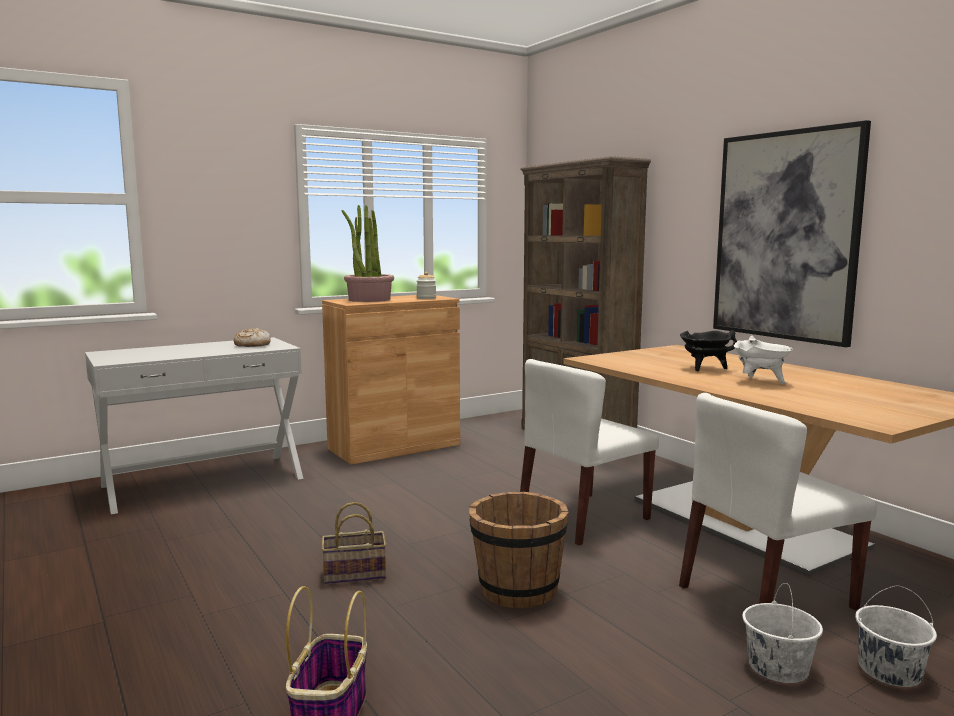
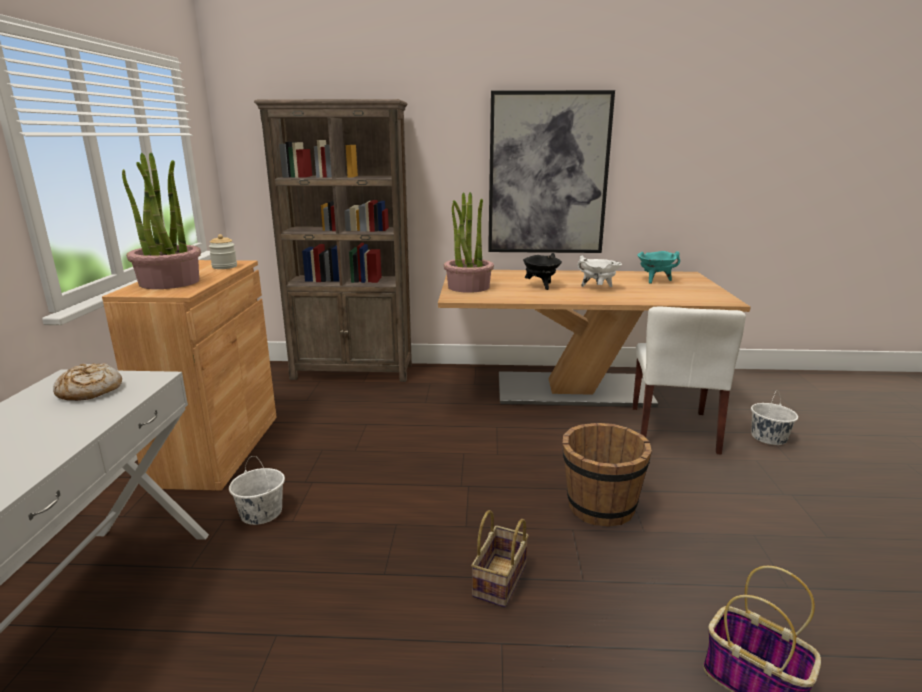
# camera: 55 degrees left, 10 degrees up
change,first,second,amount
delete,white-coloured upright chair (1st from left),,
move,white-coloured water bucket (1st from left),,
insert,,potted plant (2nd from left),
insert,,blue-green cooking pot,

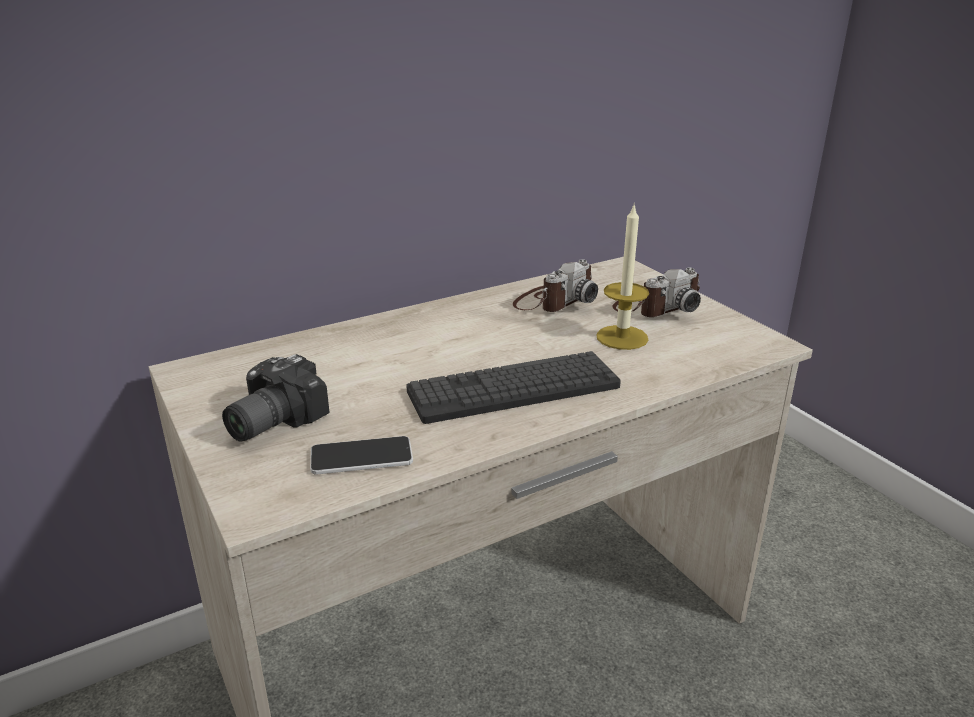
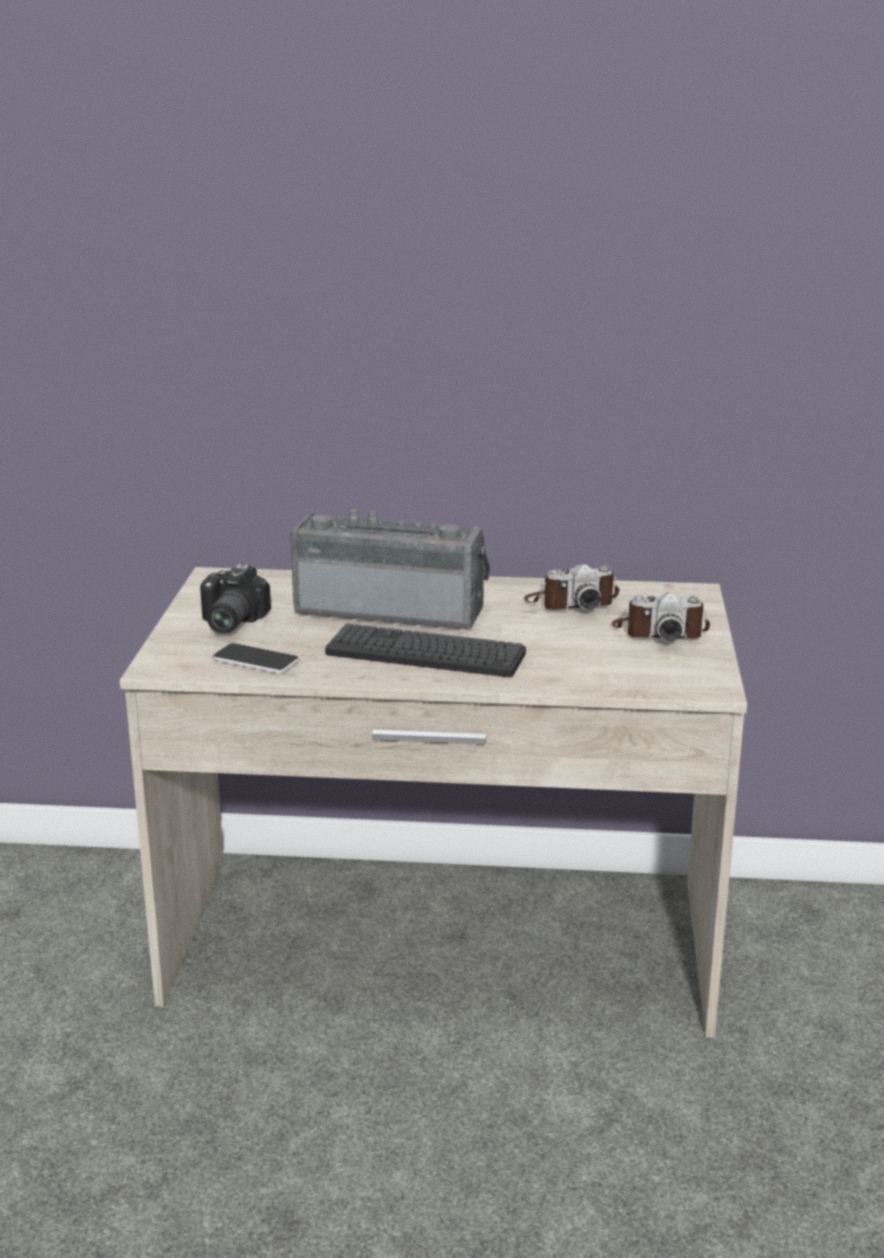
# camera: 35 degrees right, 5 degrees down
change,first,second,amount
delete,wax candle,,
rotate,photo camera (1st from left),,60 degrees counterclockwise
insert,,radio receiver,

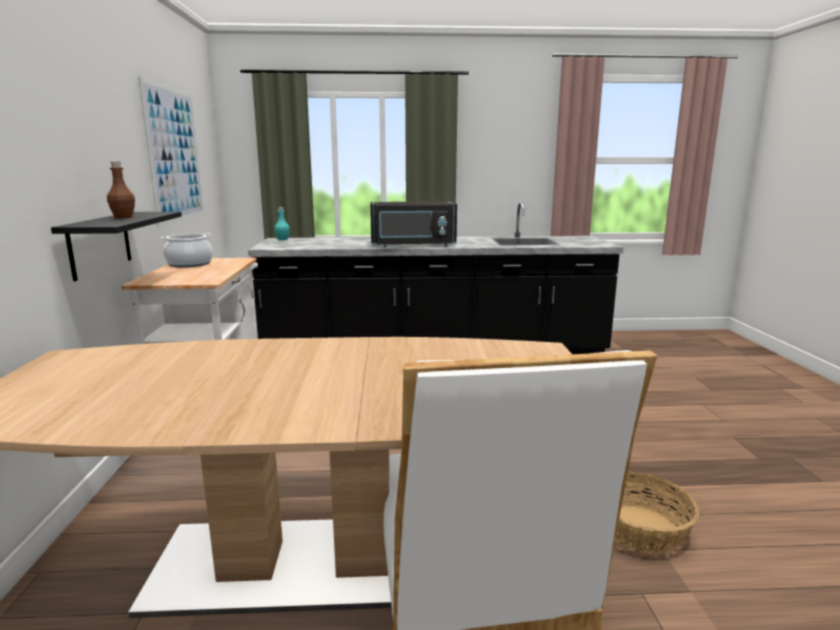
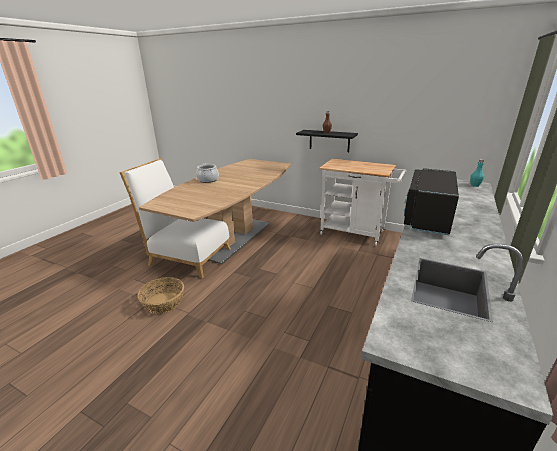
# camera: 120 degrees right, 10 degrees up
change,first,second,amount
delete,wall art,,
move,cooking pot,,

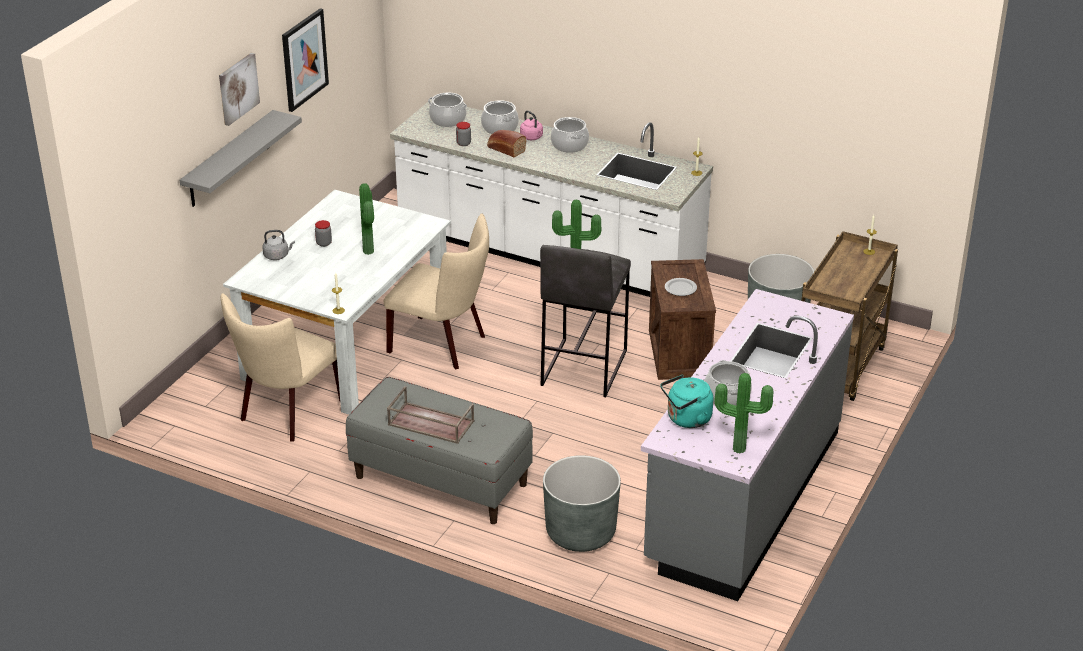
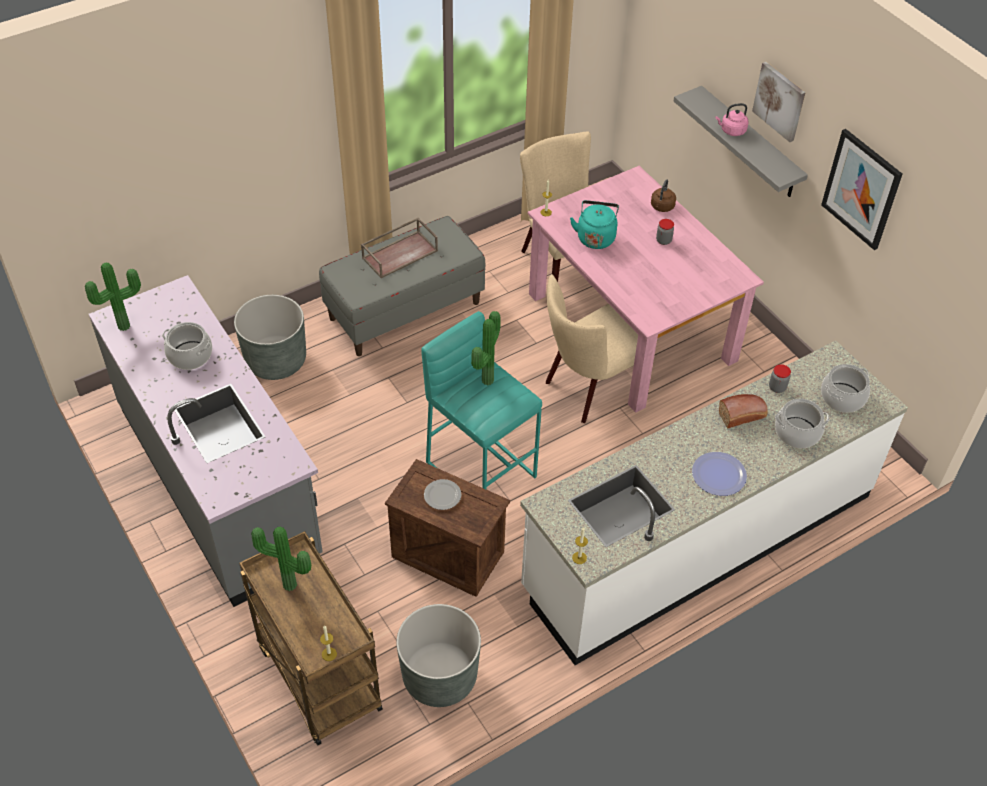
# camera: 120 degrees right, 15 degrees up
change,first,second,amount
move,pink kettle,,
replace,cooking pot (3rd from left),flat dish (2nd from left),
move,potted plant (1st from left in the first image),potted plant (2nd from left),
recolor,white-coloured dining table,pink dining table,
recolor,gray kettle,brown kettle,
recolor,gray stool seat,blue-green stool seat,
move,blue-green kettle,,

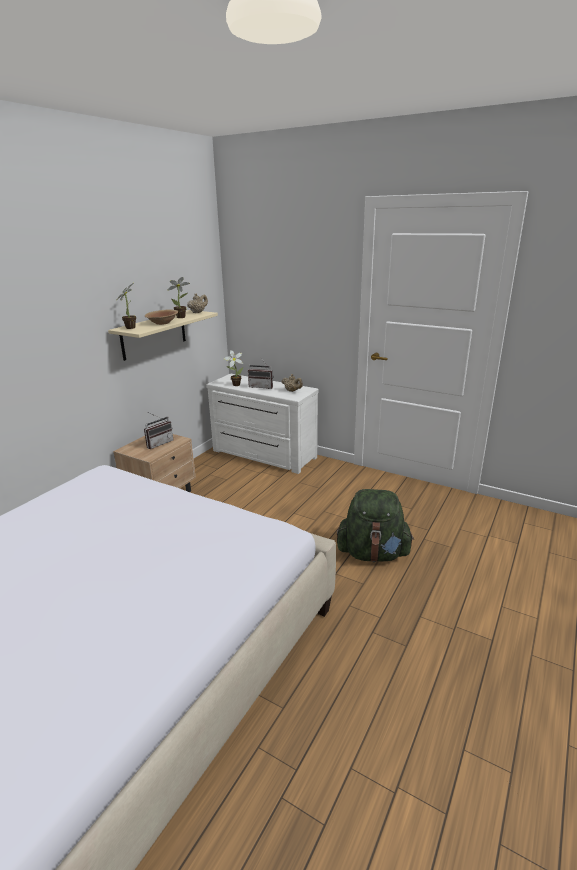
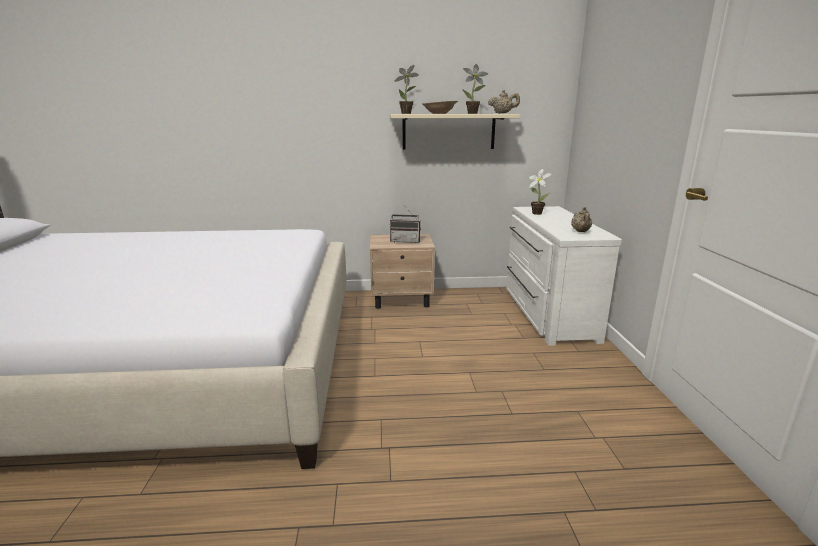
# camera: 55 degrees right, 5 degrees down
change,first,second,amount
delete,radio receiver (2nd from left),,
delete,greenish knapsack,,

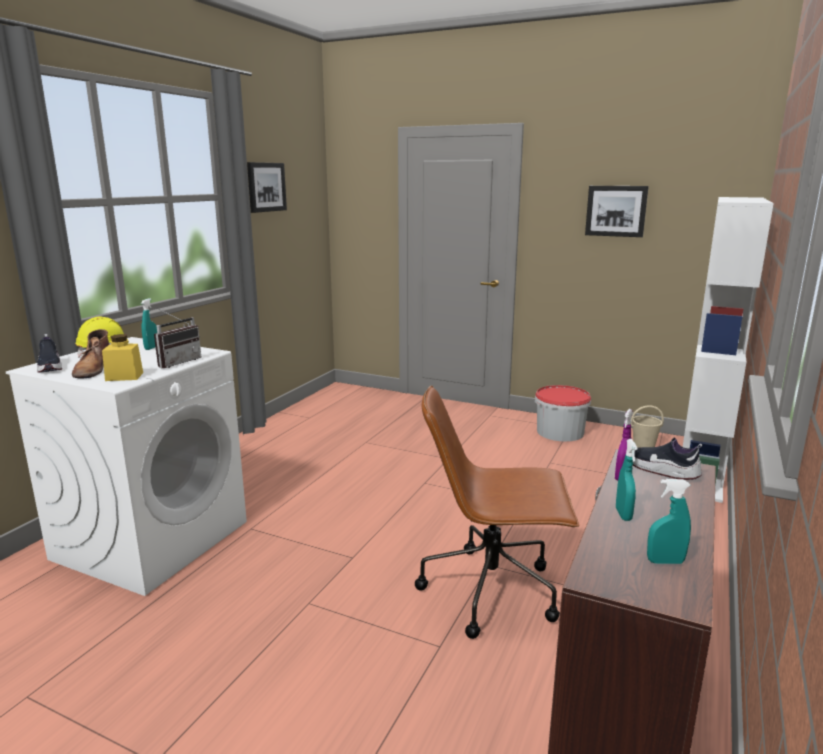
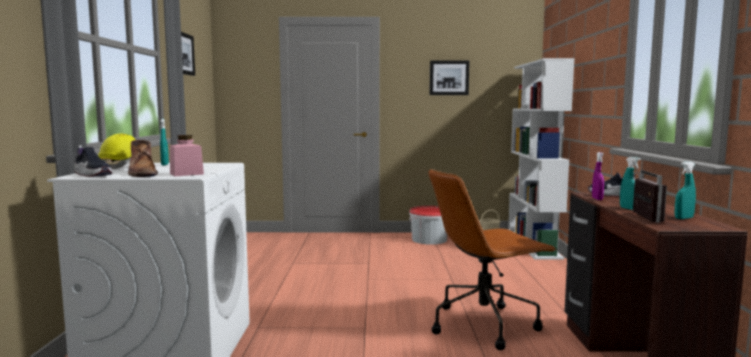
# camera: 25 degrees left, 10 degrees down
change,first,second,amount
move,radio receiver,,
recolor,yellow preserve jar,pink preserve jar,

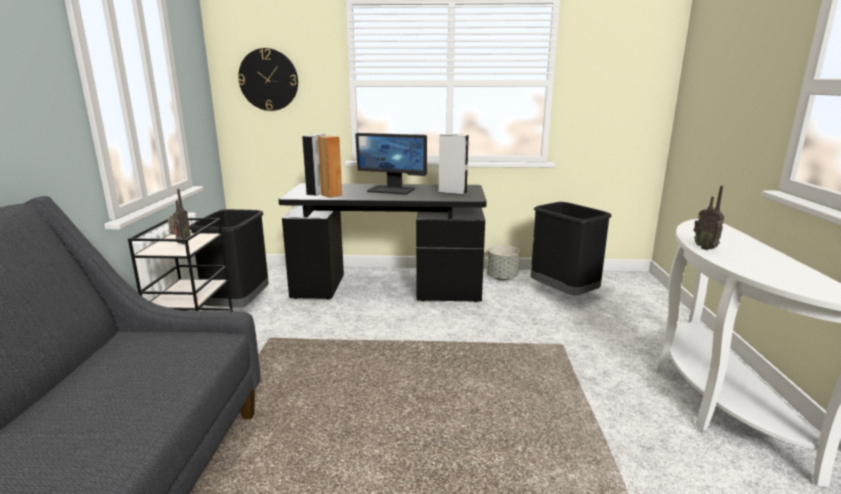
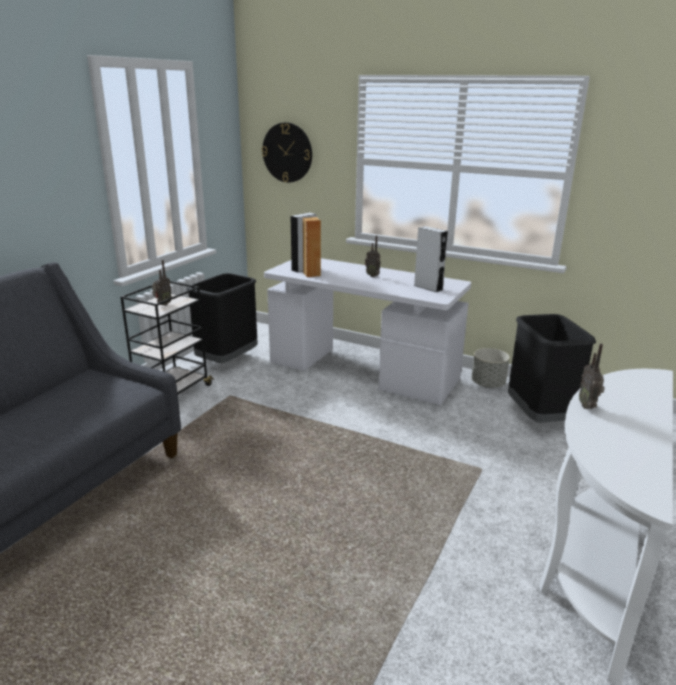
# camera: 25 degrees right, 5 degrees up
change,first,second,amount
replace,computer screen,radio receiver (2nd from left),
recolor,black-coloured desk unit,white-coloured desk unit,

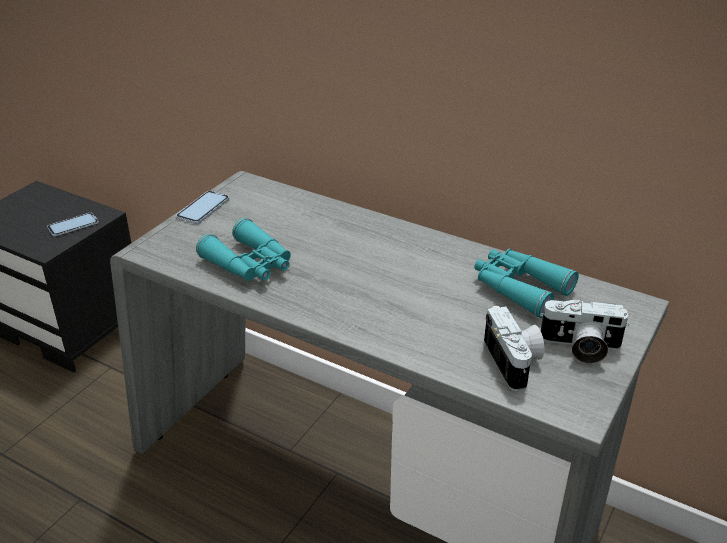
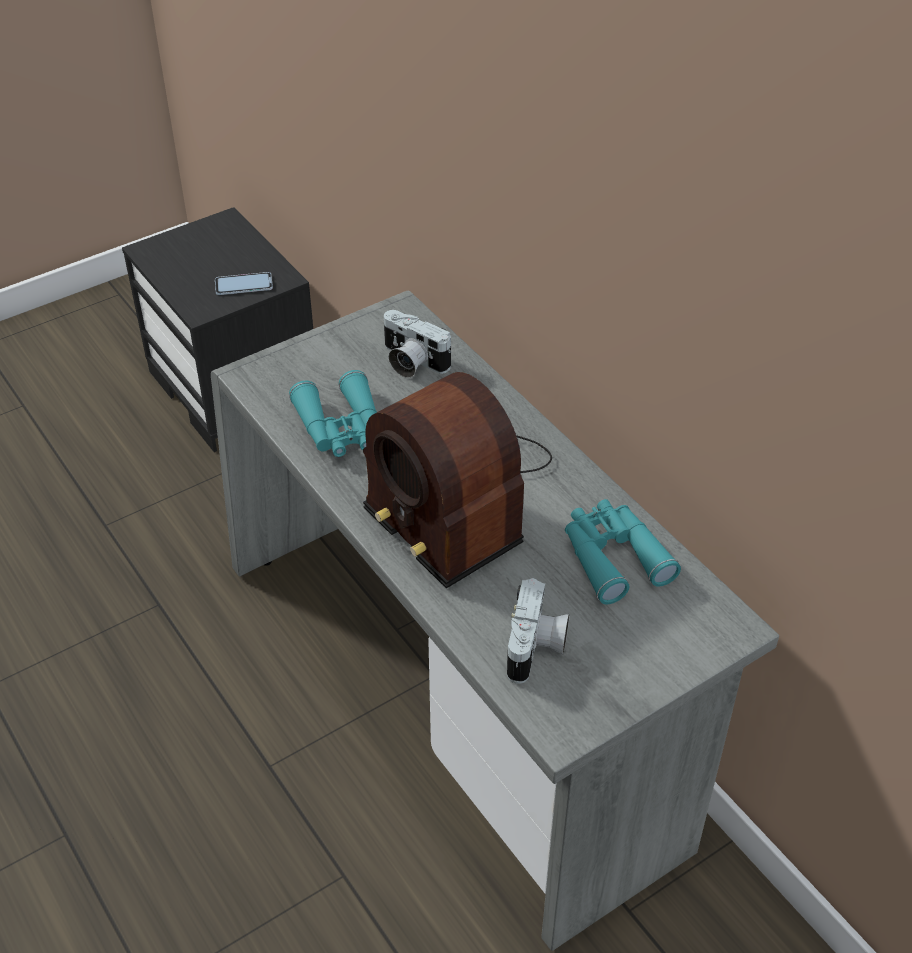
# camera: 25 degrees right, 10 degrees up
change,first,second,amount
delete,telephone (2nd from left),,
move,photo camera (2nd from left in the first image),photo camera (1st from left),
insert,,radio receiver,

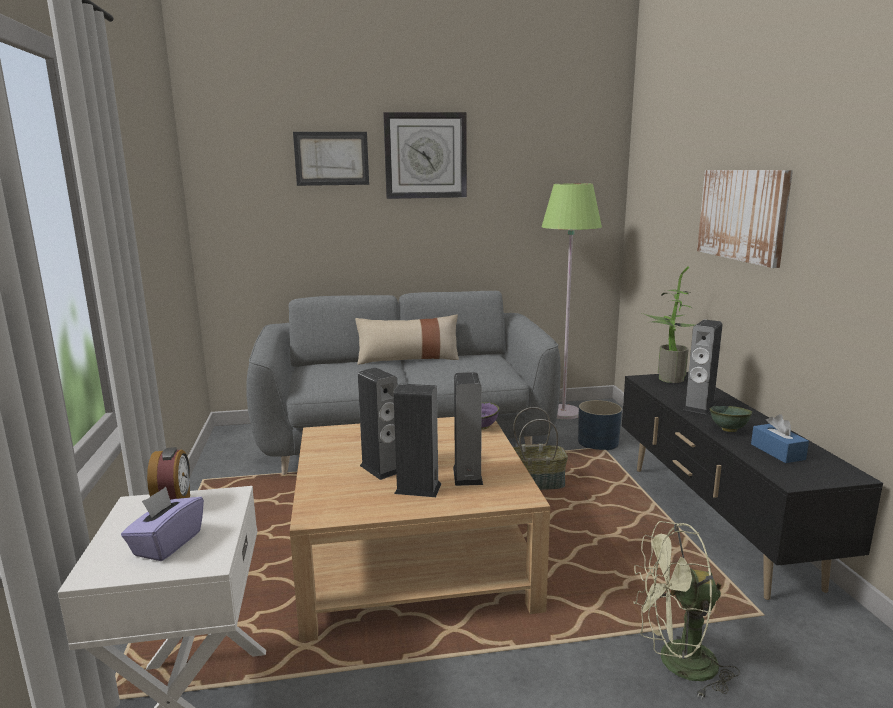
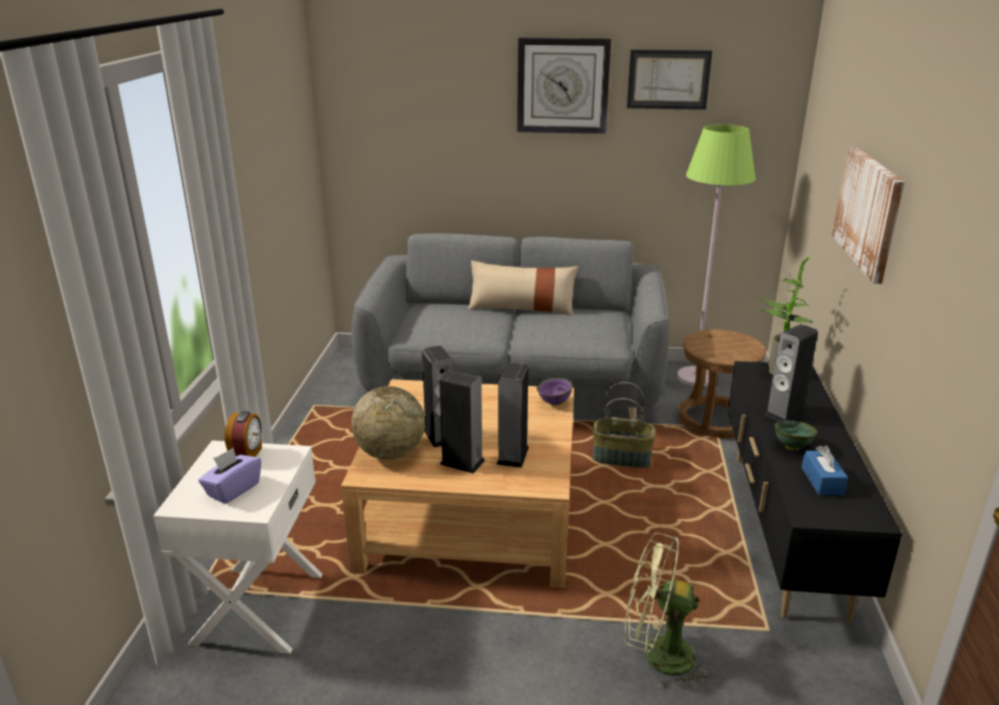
# camera: 15 degrees right, 10 degrees up
change,first,second,amount
move,wall art (1st from left),,
replace,blue flower pot,brown stool seat,
insert,,globe,

